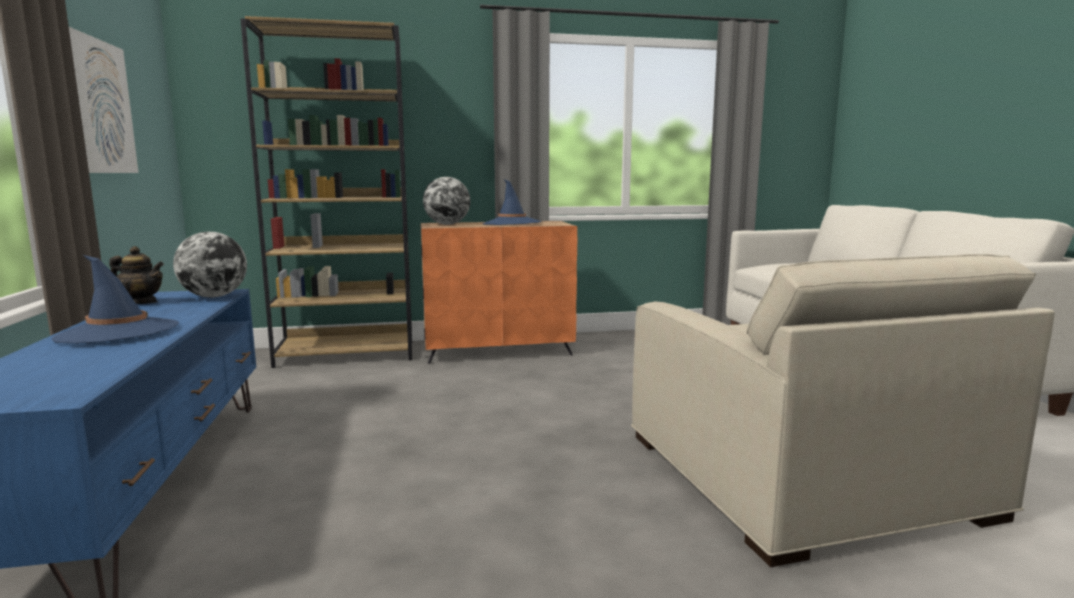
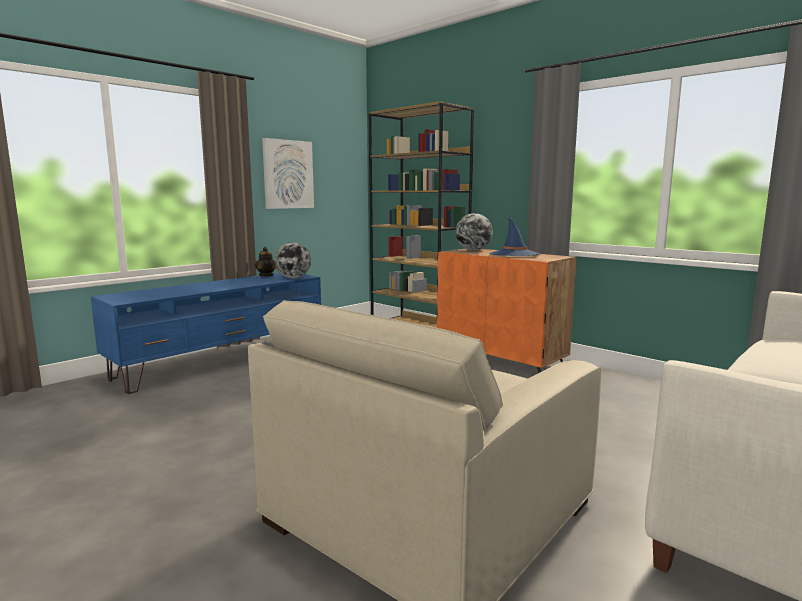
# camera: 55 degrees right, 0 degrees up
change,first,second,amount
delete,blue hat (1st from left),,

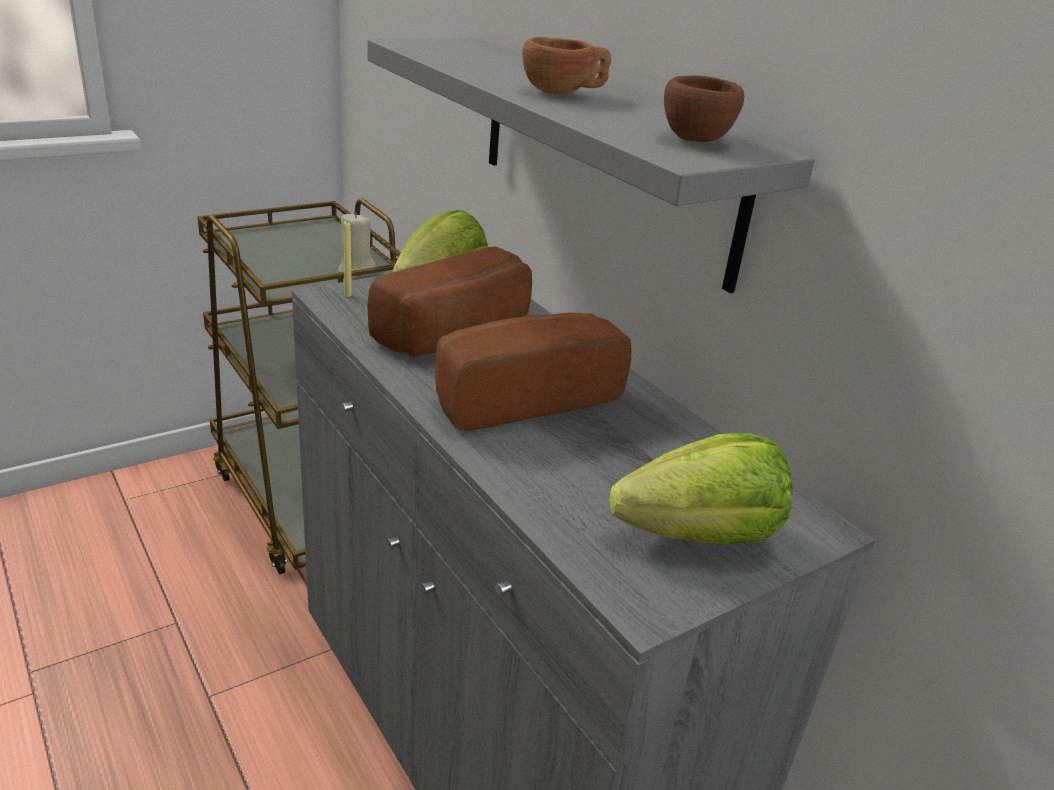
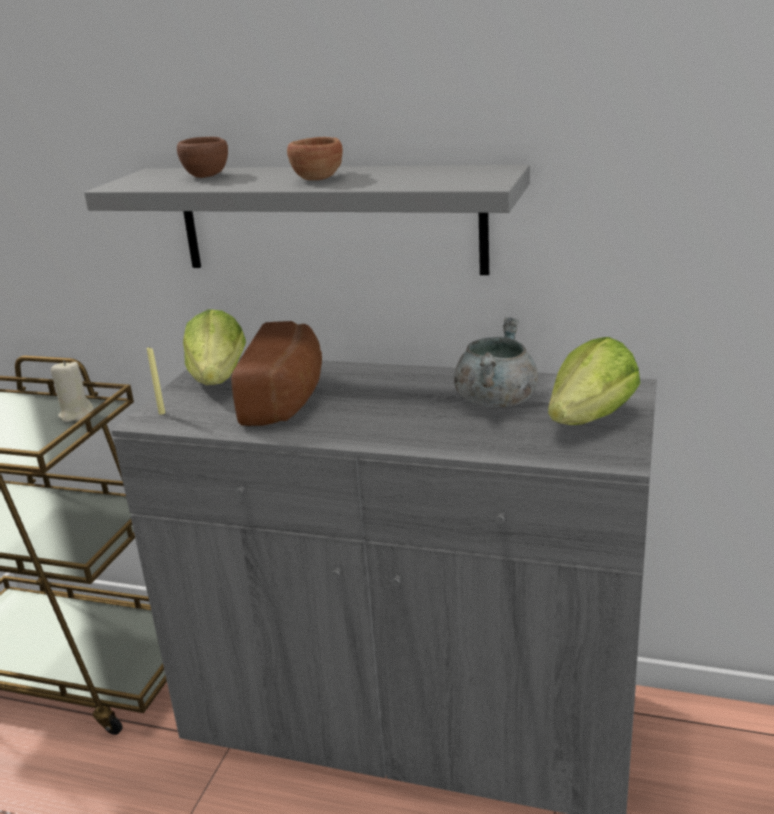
# camera: 35 degrees left, 5 degrees down
change,first,second,amount
move,brown small cup (2nd from left in the first image),brown small cup (1st from left),
delete,bread (2nd from left),,
insert,,gray cooking pot,

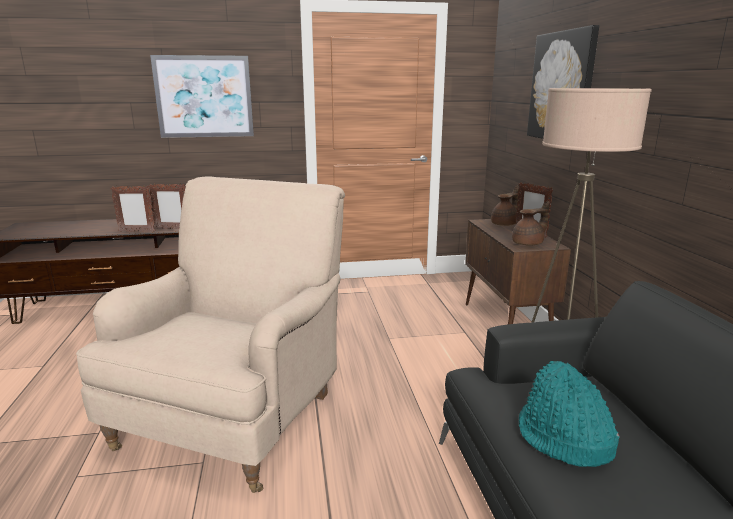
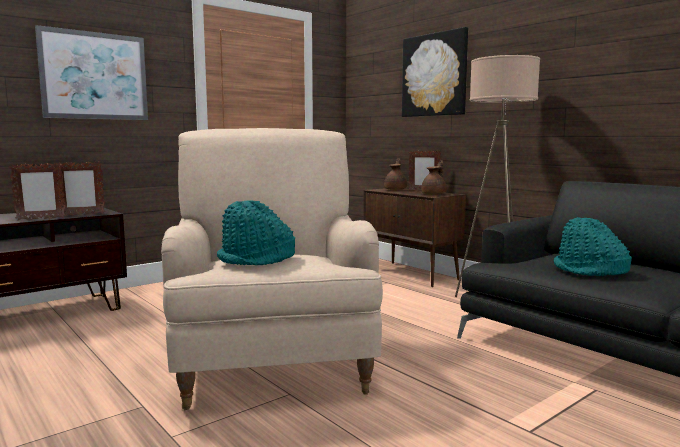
# camera: 30 degrees left, 10 degrees down
change,first,second,amount
insert,,blue-green hat (1st from left),

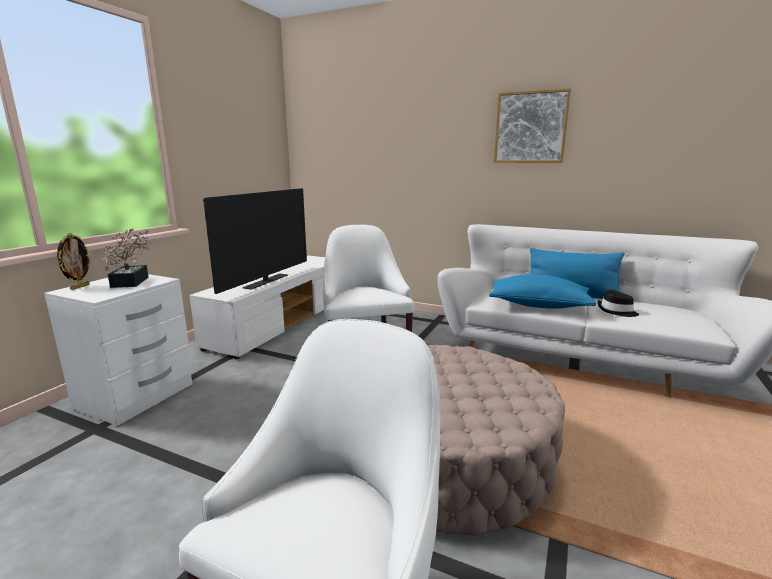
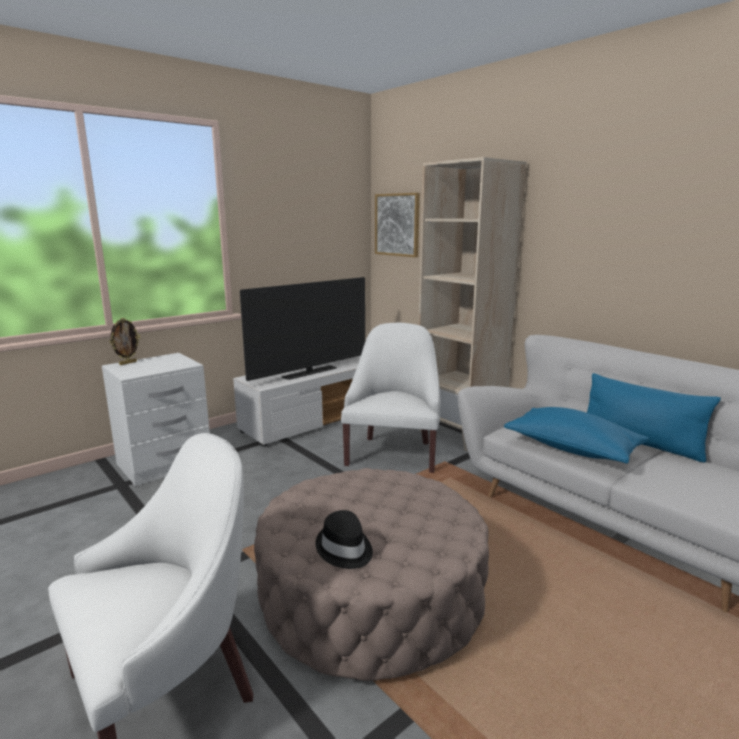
# camera: 25 degrees right, 0 degrees up
change,first,second,amount
move,wall art,,
delete,potted plant,,
move,black-coloured hat,,
insert,,sand-coloured bookshelf,

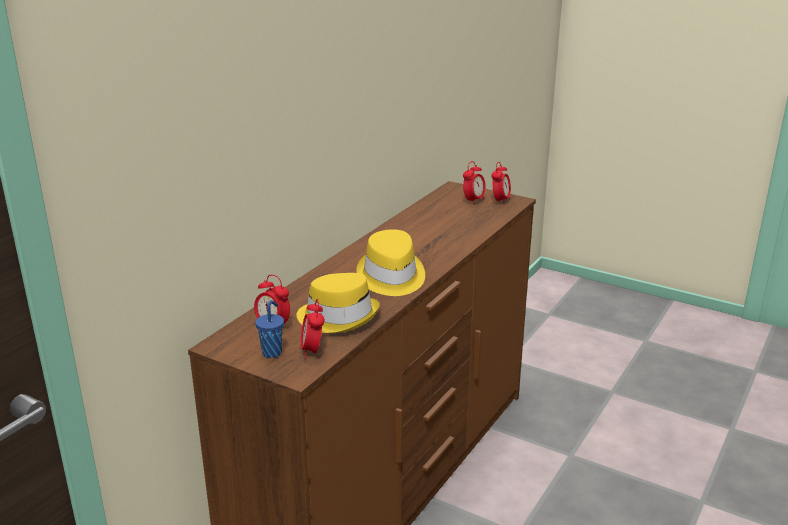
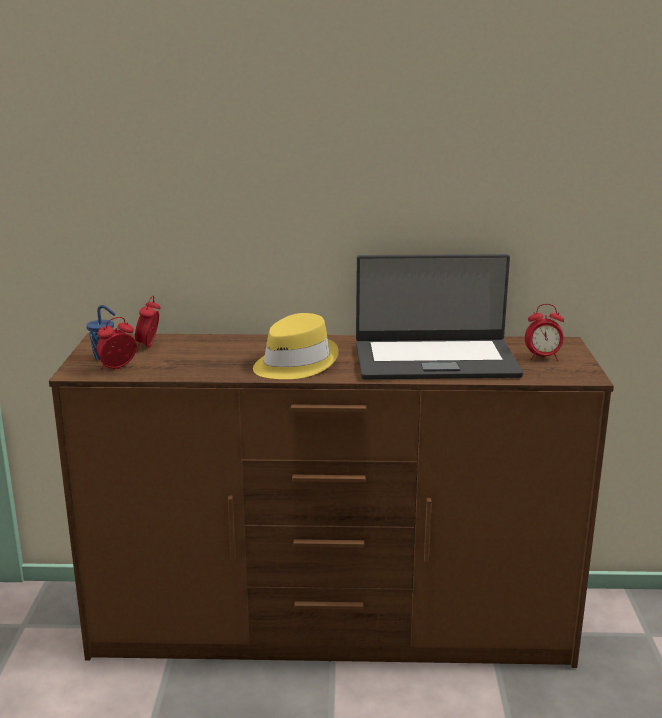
# camera: 60 degrees right, 5 degrees down
change,first,second,amount
delete,bedside clock (4th from left),,
delete,yellow hat (1st from left),,
insert,,laptop,

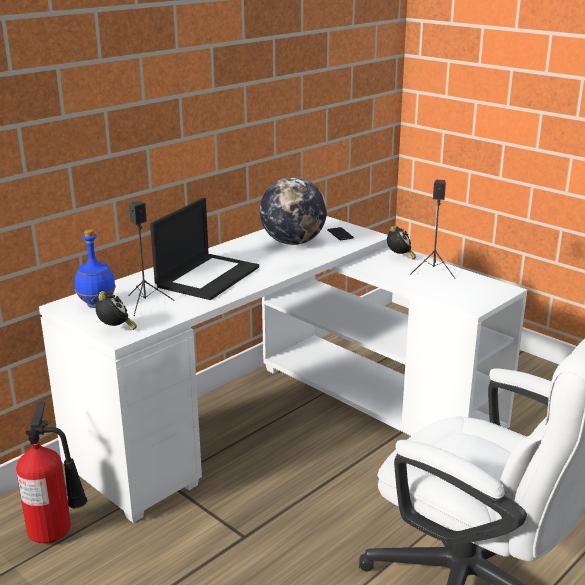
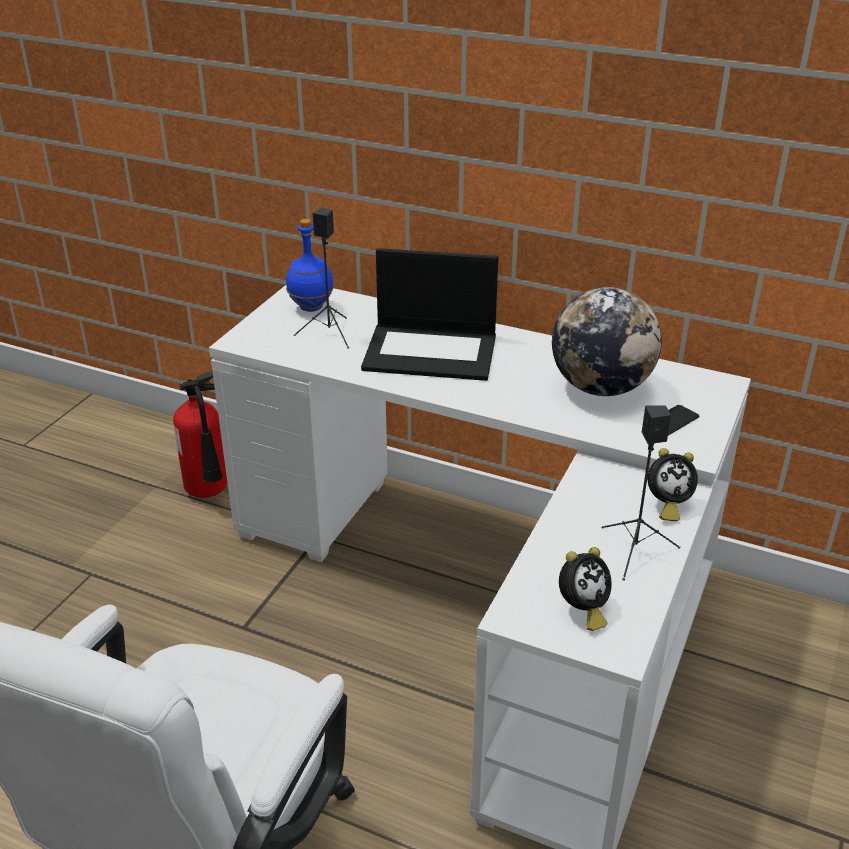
# camera: 70 degrees right, 10 degrees up
change,first,second,amount
move,bedside clock (1st from left),,

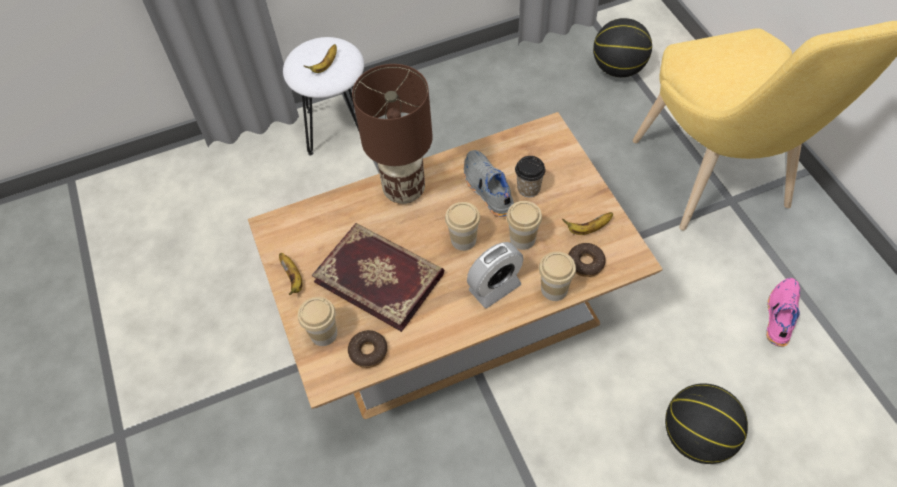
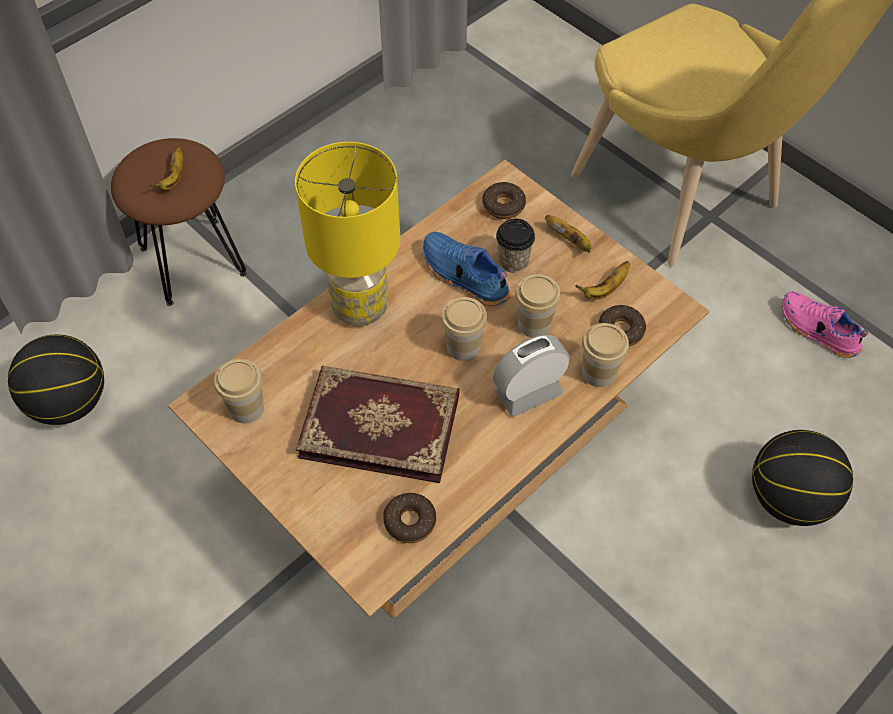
# camera: 25 degrees left, 0 degrees up
change,first,second,amount
move,ball for basketball (1st from left),,
recolor,white-coloured stool seat,brown stool seat,
recolor,brown table lamp,yellow table lamp,
recolor,gray shoe,blue shoe,
rotate,bedside clock,,150 degrees counterclockwise
move,banana fruit (1st from left in the first image),banana fruit (2nd from left),
rotate,pink shoe,,45 degrees counterclockwise
move,small cup (1st from left),,
insert,,donut (2nd from left),

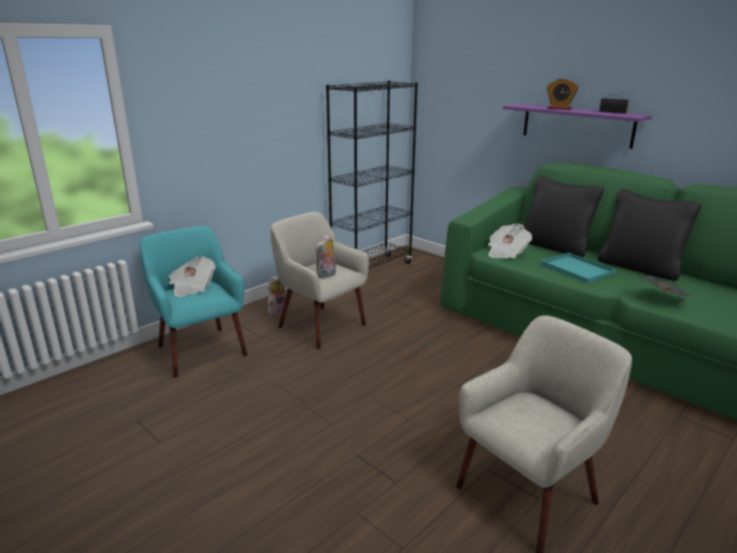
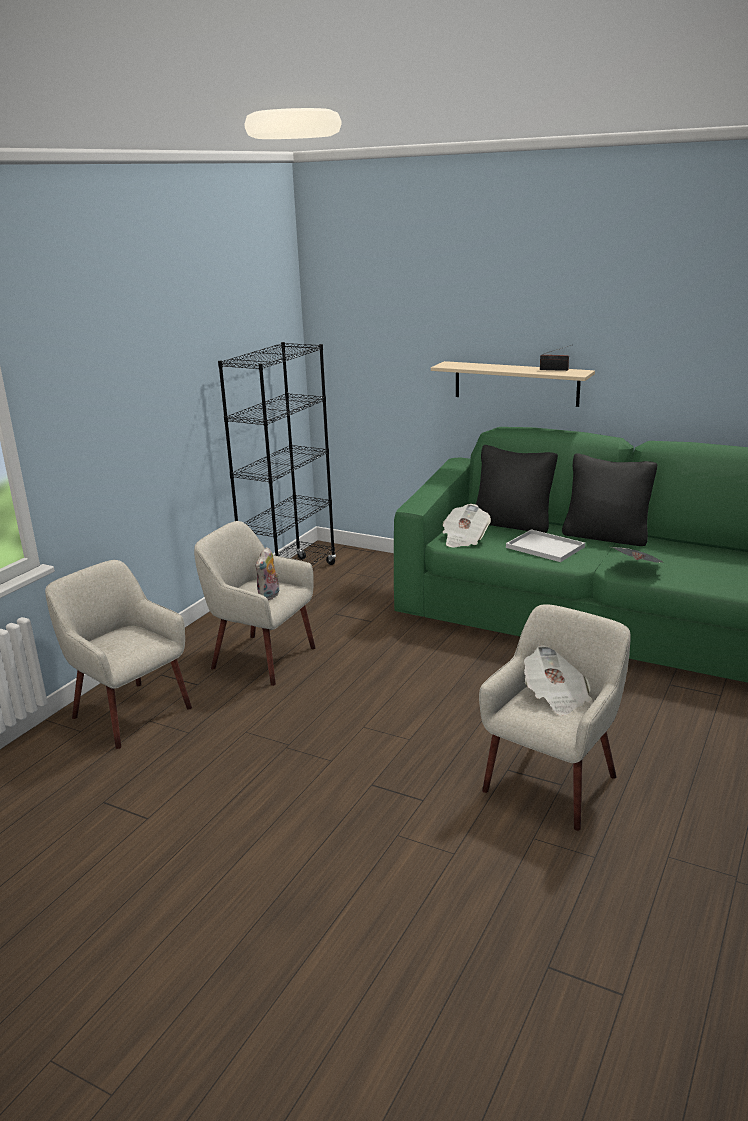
# camera: 15 degrees left, 0 degrees up
change,first,second,amount
delete,bedside clock,,
recolor,purple wall shelf,sand-coloured wall shelf,
recolor,blue-green lounge chair,sand-coloured lounge chair (1st from left),
recolor,blue-green carrying tray,white-coloured carrying tray,
move,newspaper (1st from left in the first image),newspaper (2nd from left),
delete,plush toy (1st from left),,

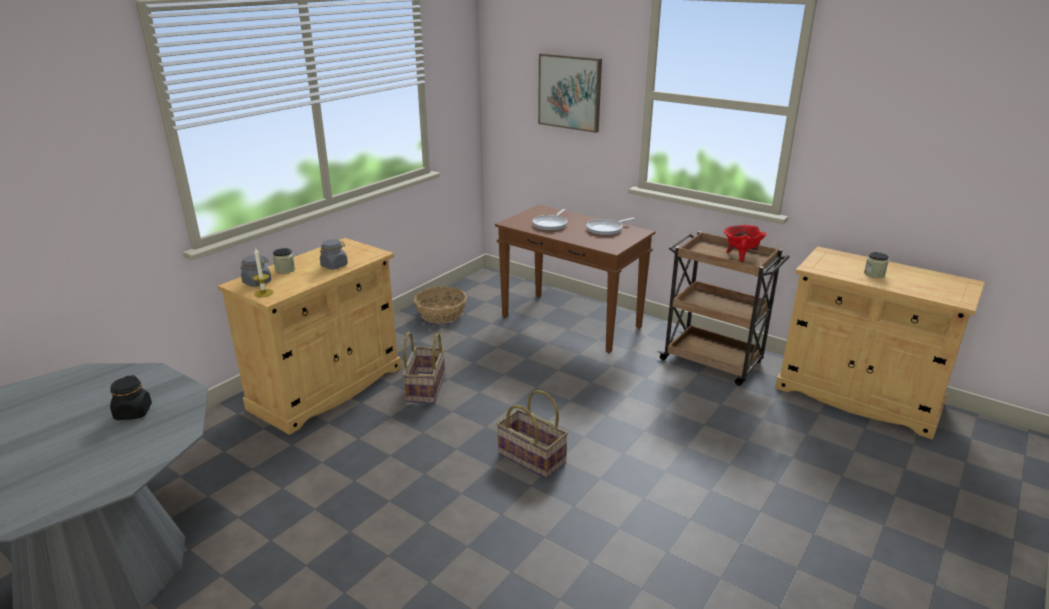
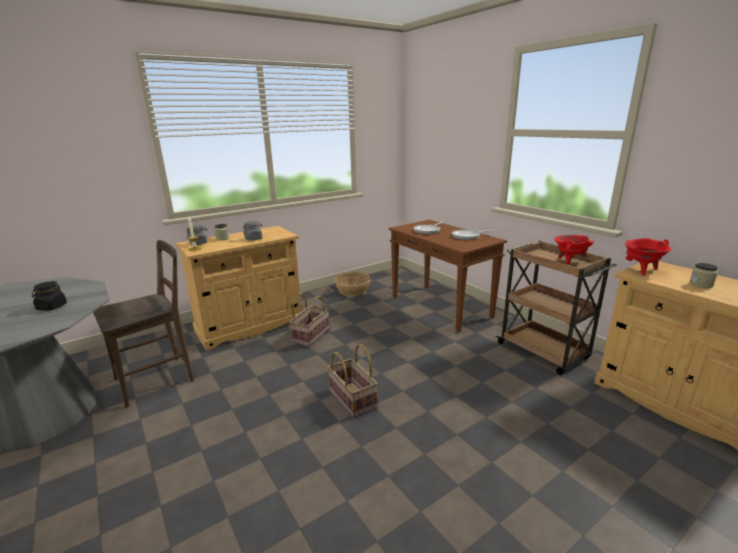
# camera: 20 degrees right, 5 degrees down
change,first,second,amount
delete,wall art,,
insert,,reddish cooking pot (2nd from left),
insert,,brown upright chair,

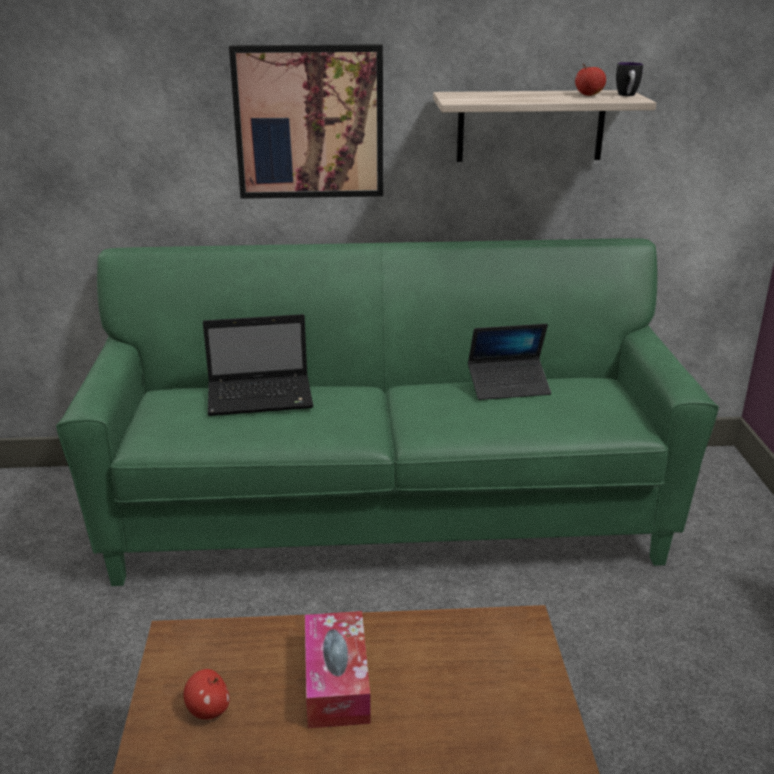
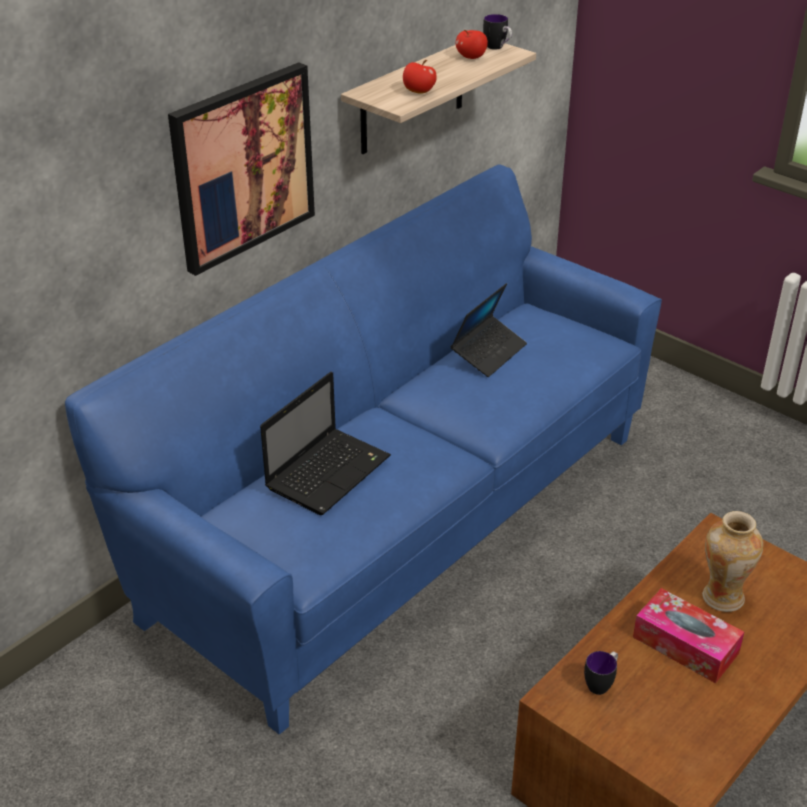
# camera: 45 degrees left, 10 degrees up
change,first,second,amount
recolor,greenish sofa,blue sofa,
move,apple (1st from left),,
insert,,decorative vase,
insert,,coffee mug (2nd from left),

